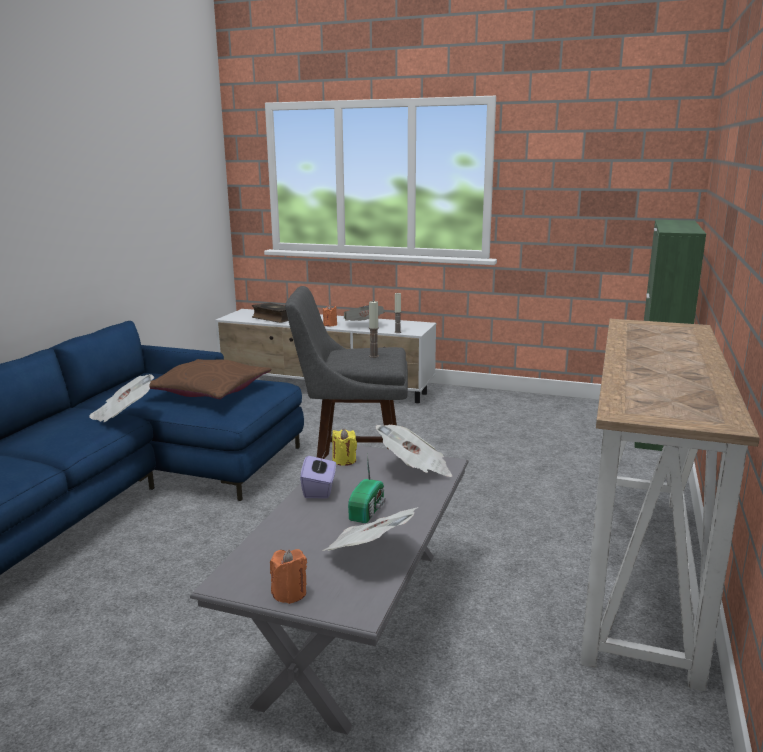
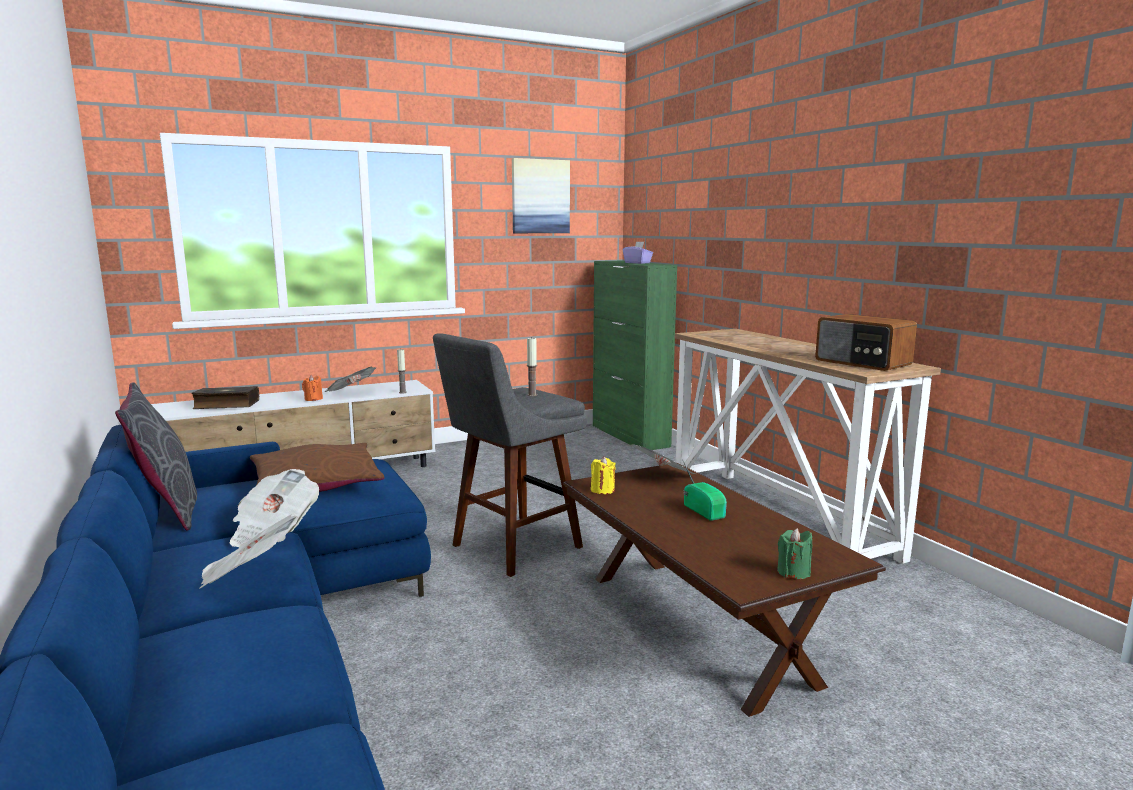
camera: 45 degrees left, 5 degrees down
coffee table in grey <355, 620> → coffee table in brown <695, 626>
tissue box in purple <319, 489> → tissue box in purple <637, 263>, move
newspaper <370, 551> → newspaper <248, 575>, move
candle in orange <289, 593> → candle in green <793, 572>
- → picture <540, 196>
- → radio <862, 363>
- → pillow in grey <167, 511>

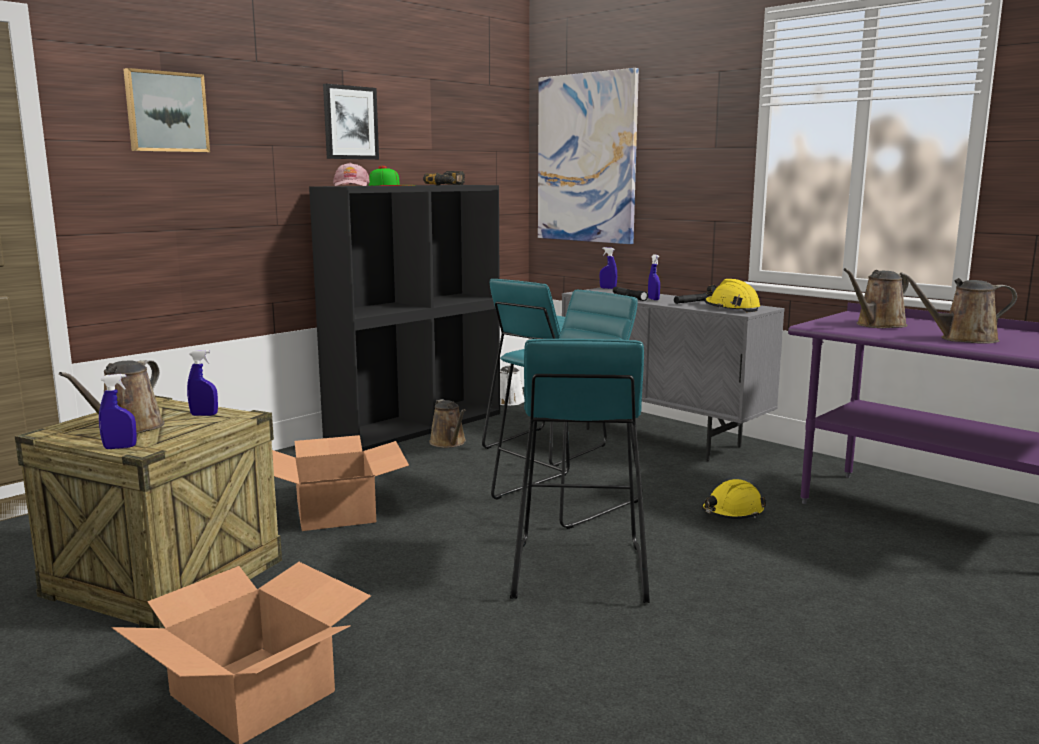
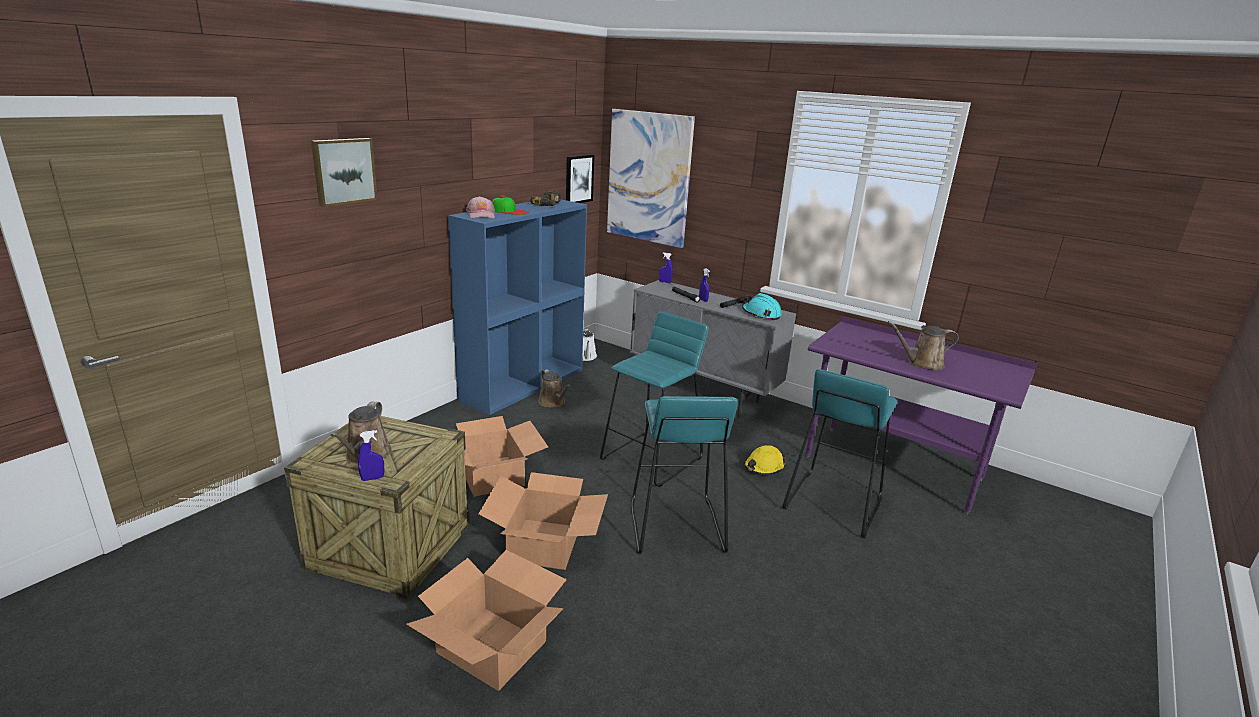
camera: 10 degrees left, 10 degrees up
picture <350, 123> → picture <578, 179>, move
bookcase in black <416, 425> → bookcase in blue <523, 384>
watering can in brown <878, 325> → -
stool in turquoise <544, 447> → stool in turquoise <832, 504>, move
hard hat in yellow <731, 308> → hard hat in turquoise <761, 314>
spray bottle in blue <204, 415> → -
- → cardboard box <545, 543>

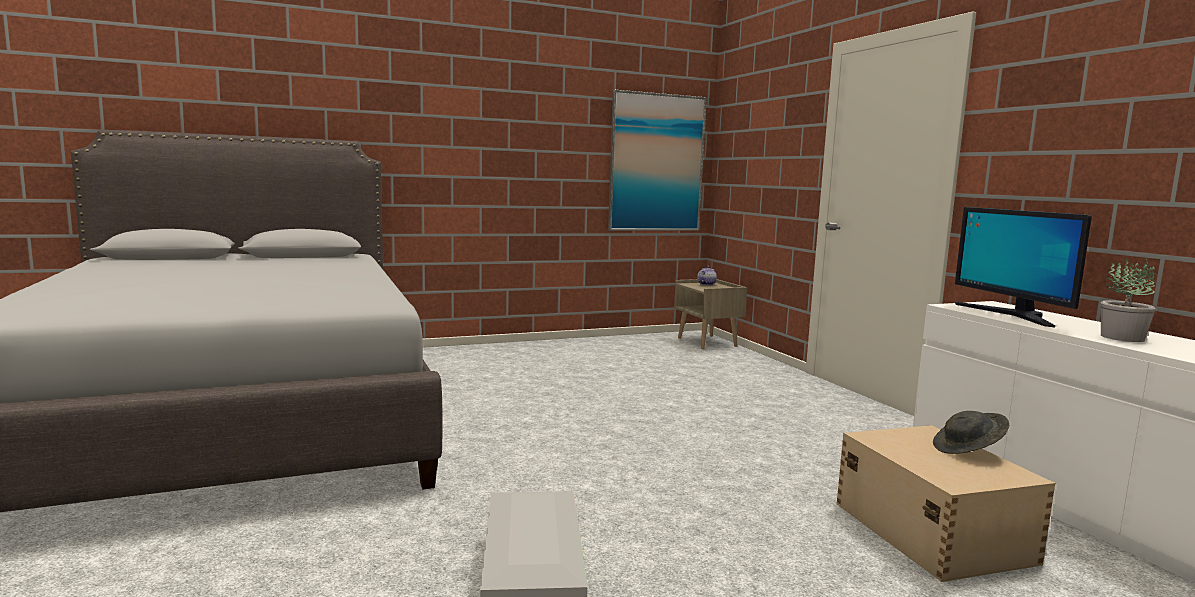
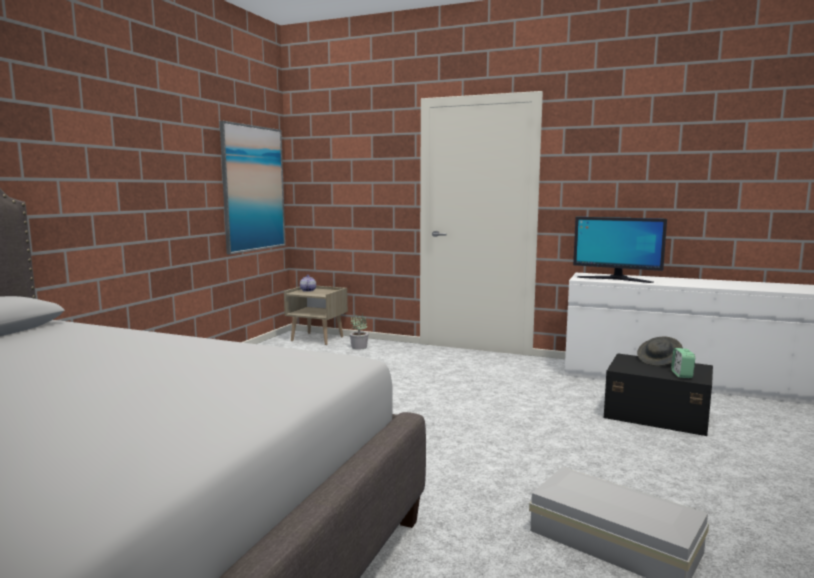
camera: 45 degrees left, 0 degrees up
potted plant <1122, 337> → potted plant <359, 347>, move
storage box in beige <930, 531> → storage box in black <655, 414>
- → alarm clock <682, 375>

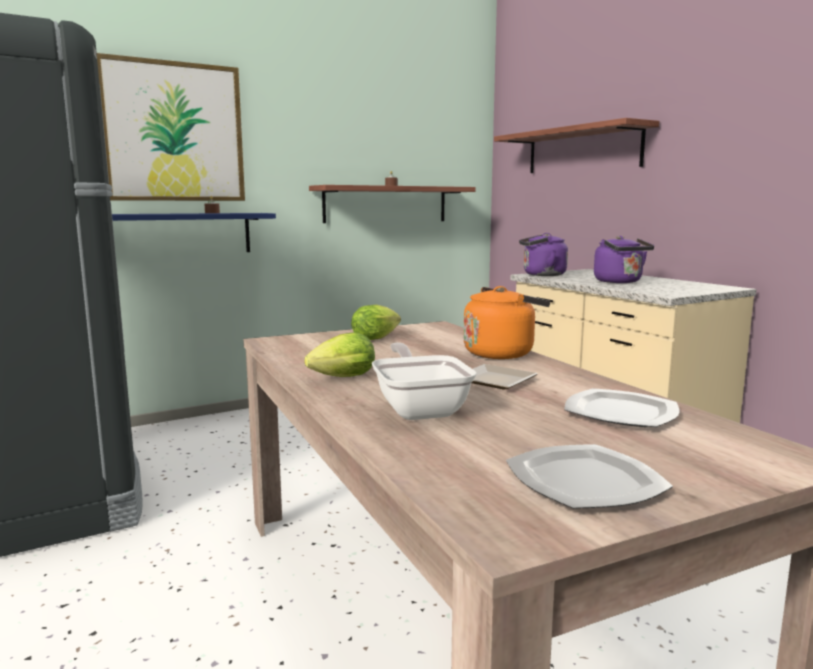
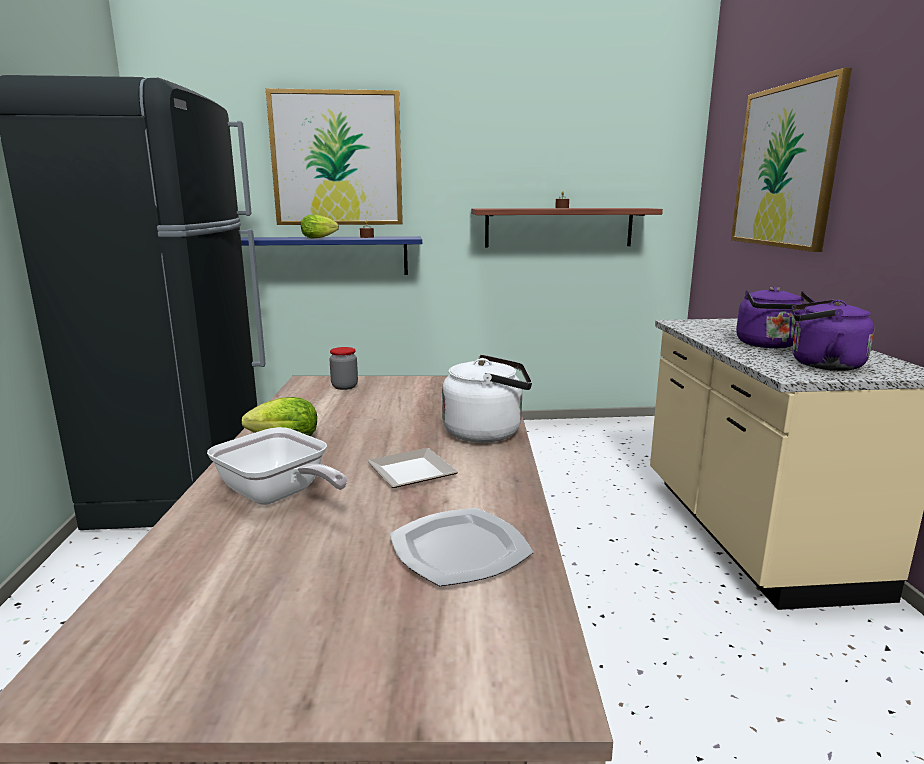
camera: 25 degrees right, 5 degrees up
shelf <582, 150> → picture <785, 167>
kettle in purple <541, 275> → kettle in purple <821, 365>, move
kettle in orange <501, 353> → kettle in white <487, 432>
lettuce <377, 338> → lettuce <320, 238>, move
frying pan <419, 408> → frying pan <278, 496>, 120 degrees clockwise
plate <584, 480> → -
- → jar <344, 386>

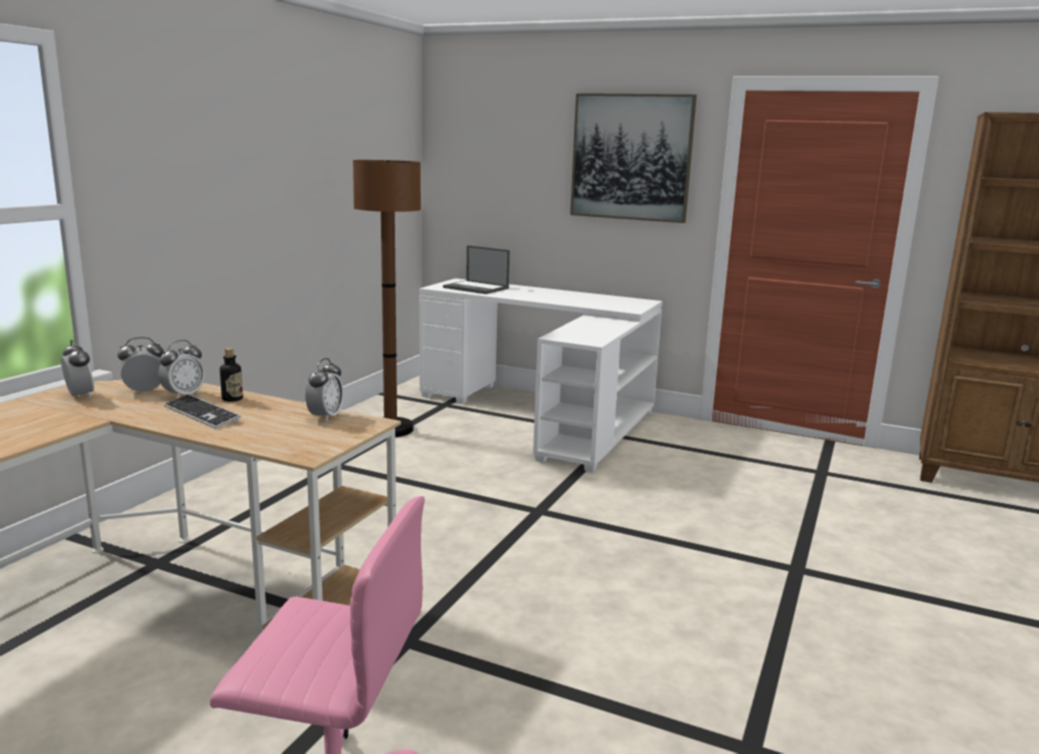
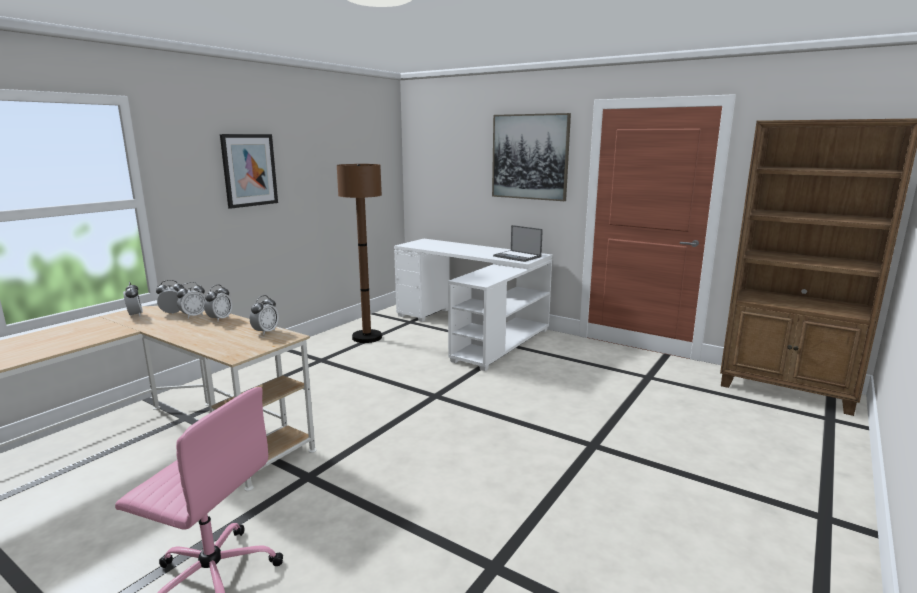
camera: 10 degrees right, 0 degrees up
laptop <477, 288> → laptop <518, 256>, move
bottle <232, 399> → alarm clock <220, 319>
keyboard <201, 414> → -
- → picture <249, 170>

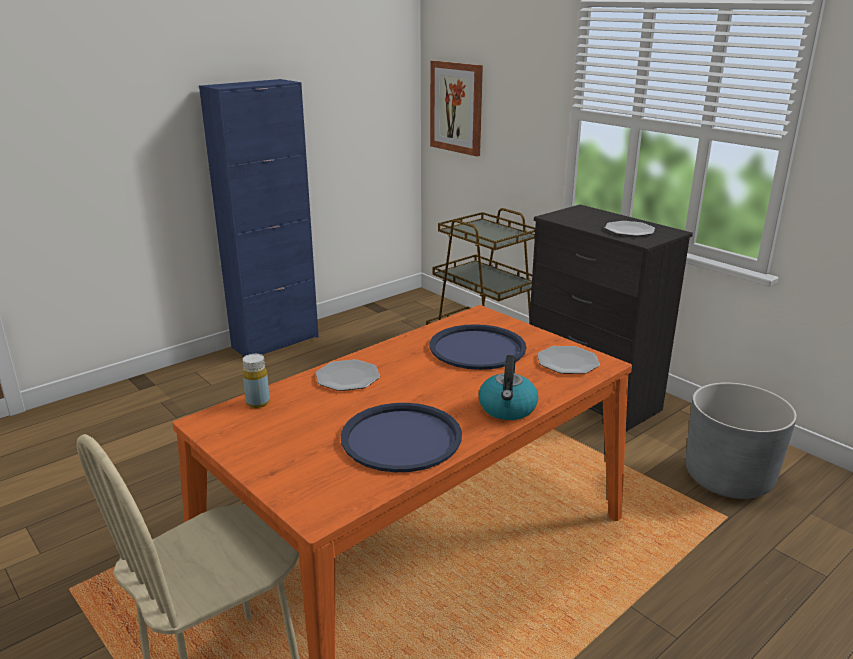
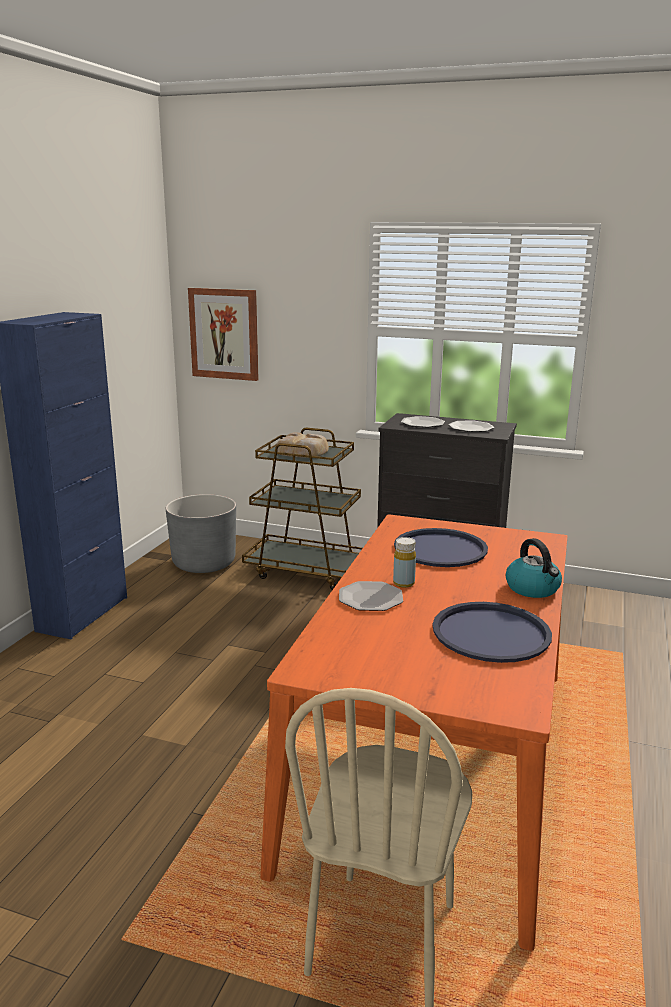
camera: 30 degrees left, 5 degrees down
plate <567, 362> → plate <422, 423>, move
bottle in yellow <258, 402> → bottle in yellow <403, 583>, move
planter in grey <728, 477> → planter in grey <204, 563>, move
- → bread <302, 451>

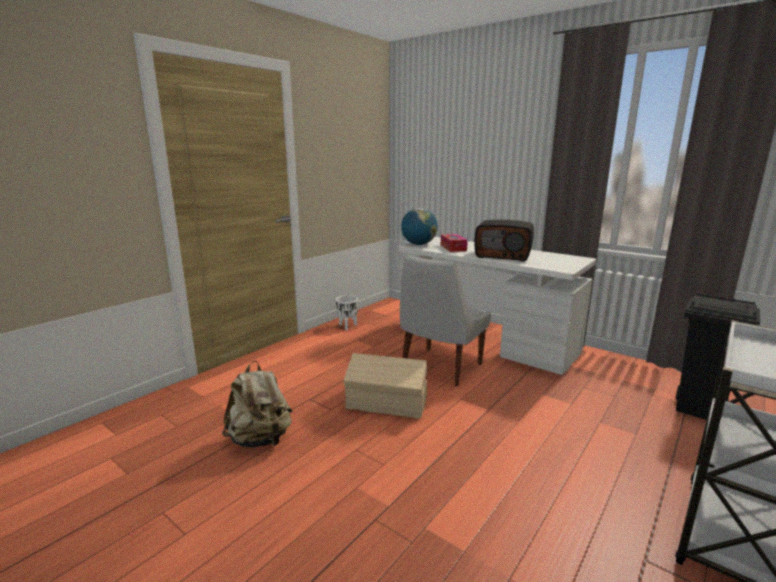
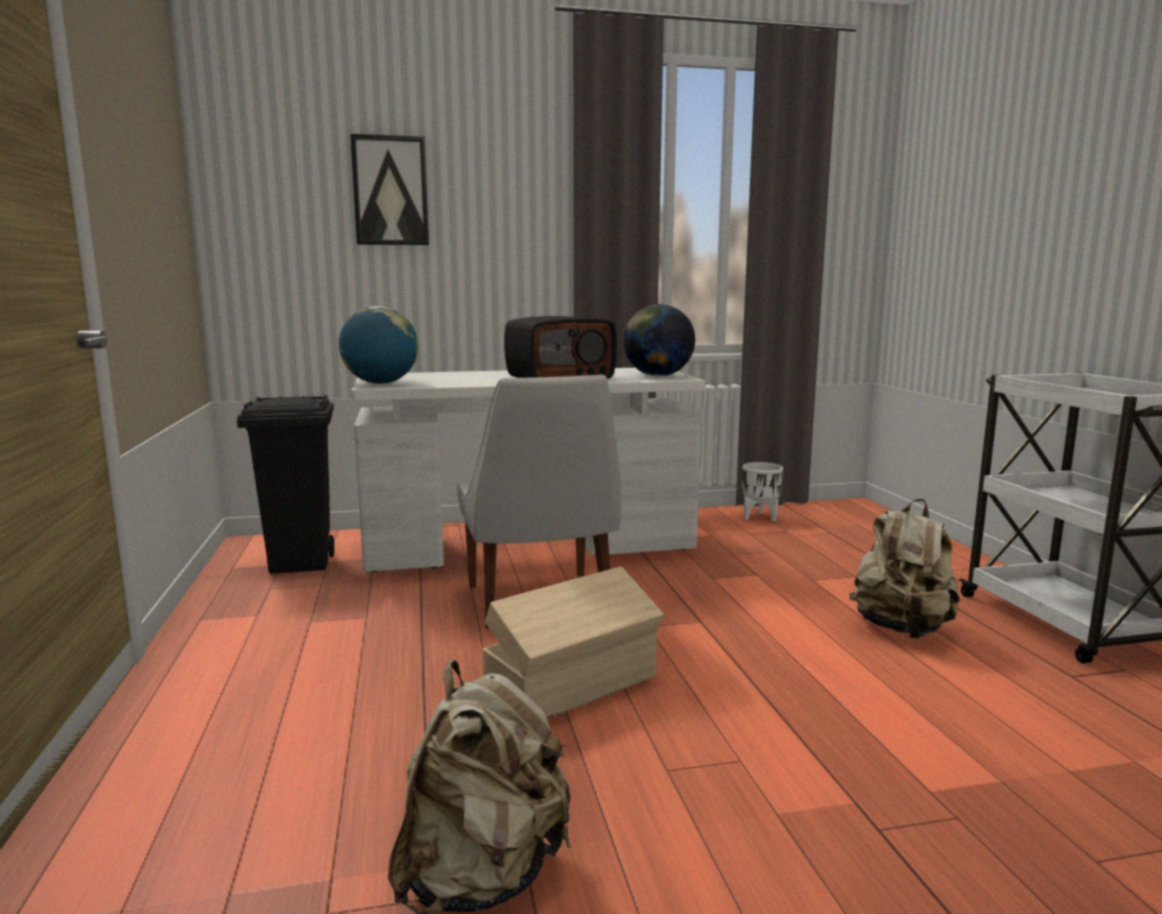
camera: 50 degrees left, 5 degrees down
tissue box <453, 248> → -
trash can in black <699, 410> → trash can in black <302, 564>, move
planter in white <347, 326> → planter in white <760, 517>, move
- → picture <390, 191>
- → globe <657, 376>
- → backpack in beige <901, 629>

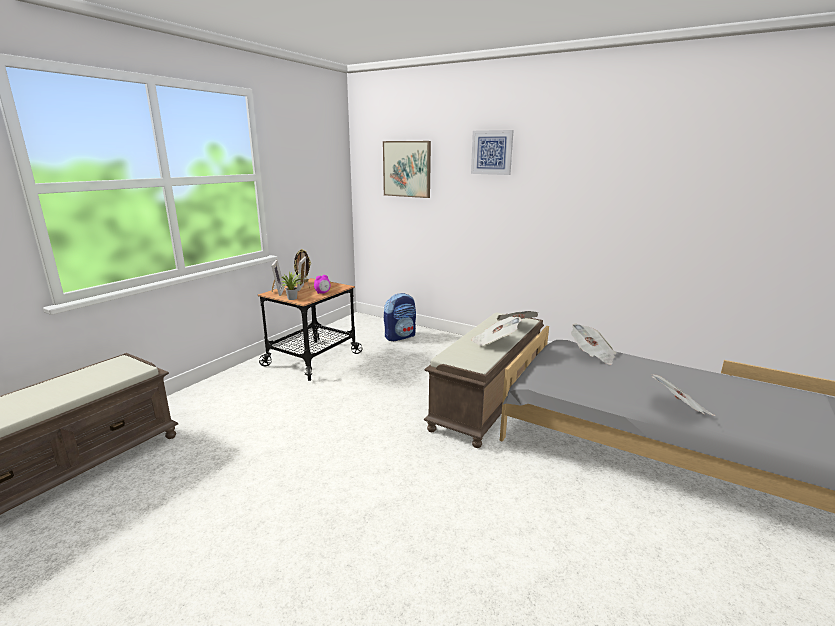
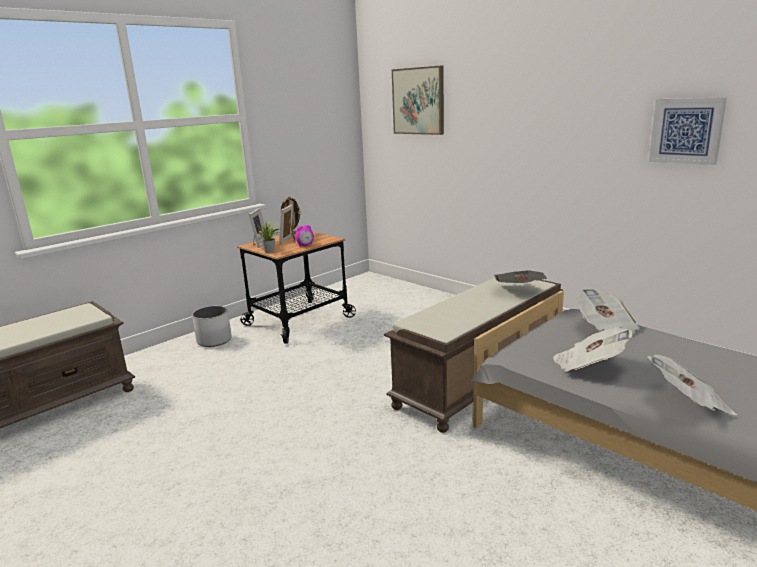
camera: 15 degrees right, 0 degrees up
picture <492, 152> → picture <686, 131>, move
backpack <400, 336> → -
newspaper <494, 343> → newspaper <589, 366>, move
- → planter in white <214, 340>

